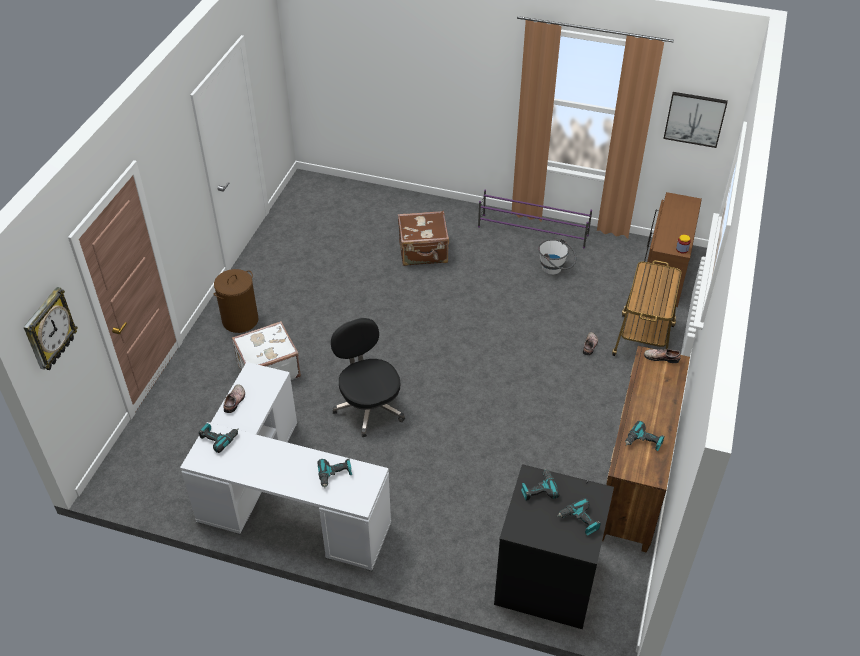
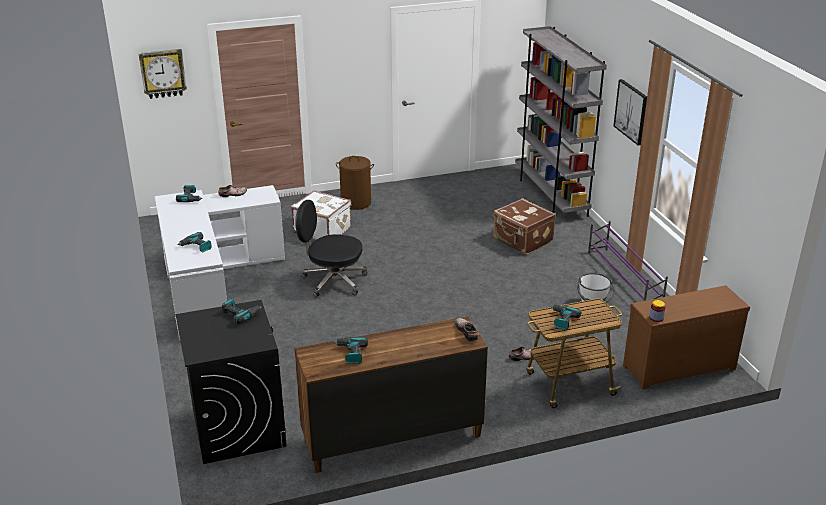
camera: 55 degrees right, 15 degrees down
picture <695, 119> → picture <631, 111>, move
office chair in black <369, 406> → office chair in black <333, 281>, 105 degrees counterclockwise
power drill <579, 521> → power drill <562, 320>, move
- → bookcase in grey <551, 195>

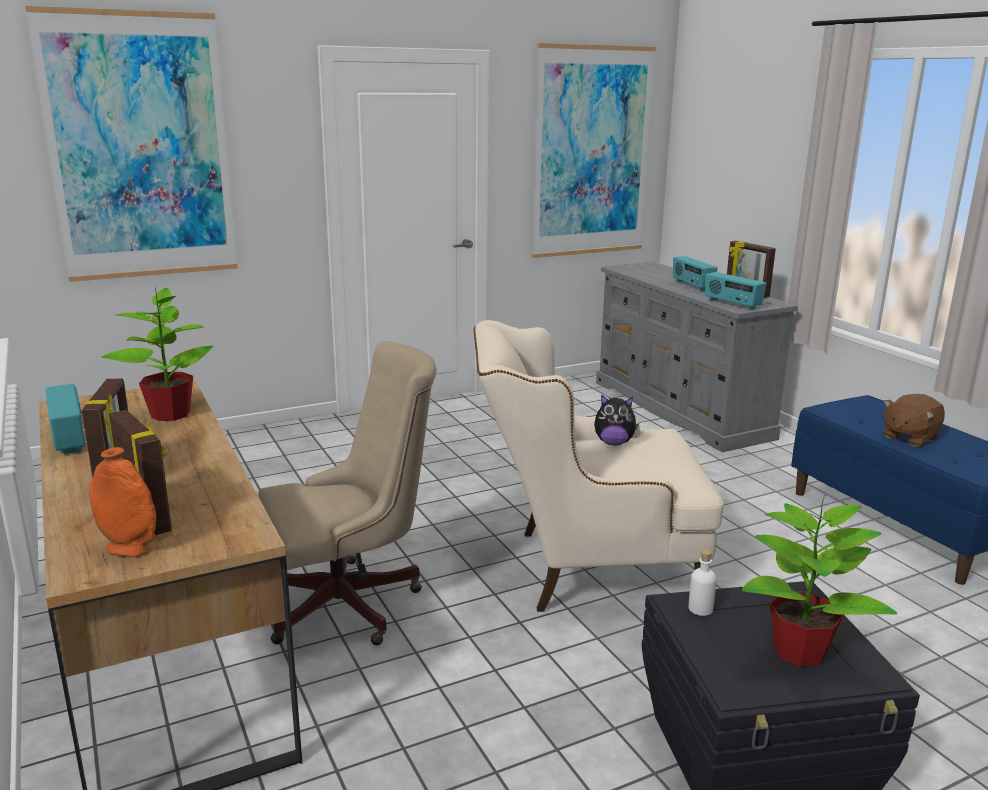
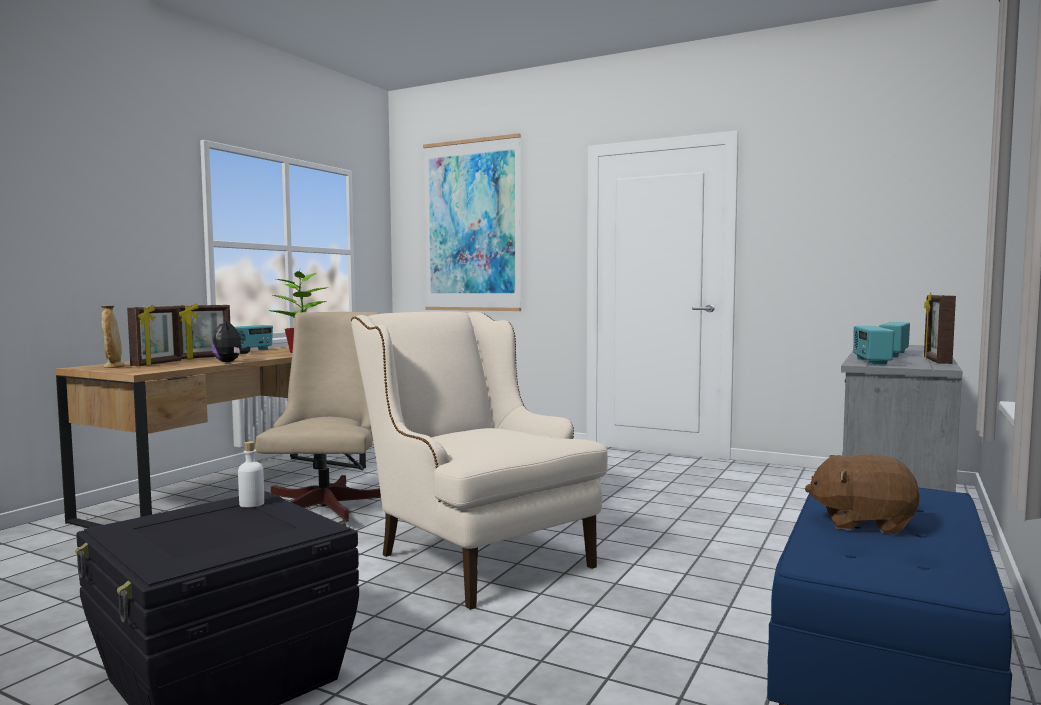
camera: 55 degrees right, 15 degrees down
picture <591, 152> → -
office chair in beige <352, 603> → office chair in beige <330, 509>, 120 degrees counterclockwise
plush toy <614, 443> → plush toy <229, 362>, move
vase in orange <128, 549> → vase in beige <113, 367>
potted plant <800, 651> → -

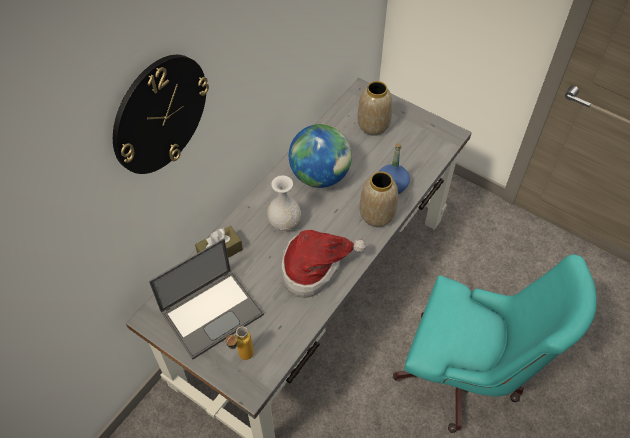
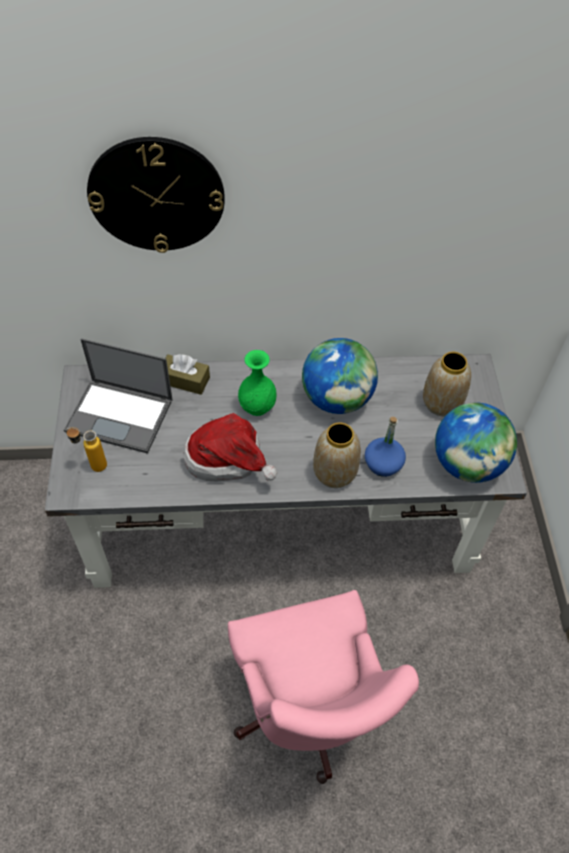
camera: 50 degrees right, 0 degrees up
vase in white <285, 223> → vase in green <257, 406>
office chair in turquoise <465, 376> → office chair in pink <308, 711>
- → globe <467, 464>

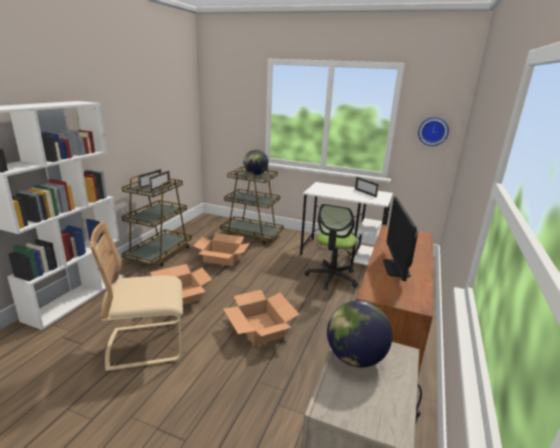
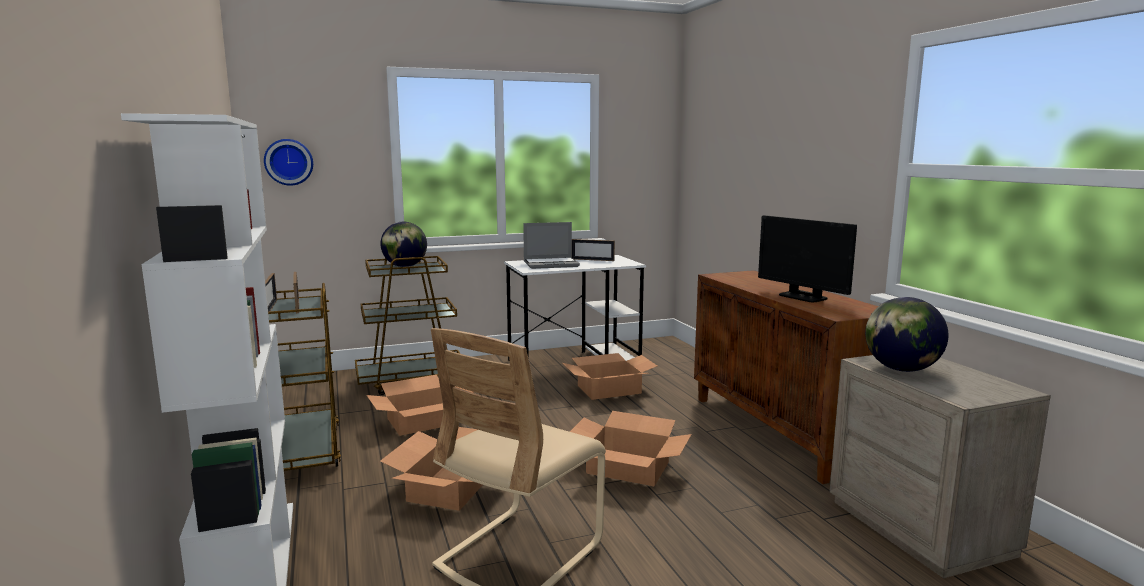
camera: 40 degrees left, 10 degrees down
wall clock <433, 131> → wall clock <289, 162>, move
office chair <332, 277> → cardboard box <609, 389>
- → laptop <551, 264>

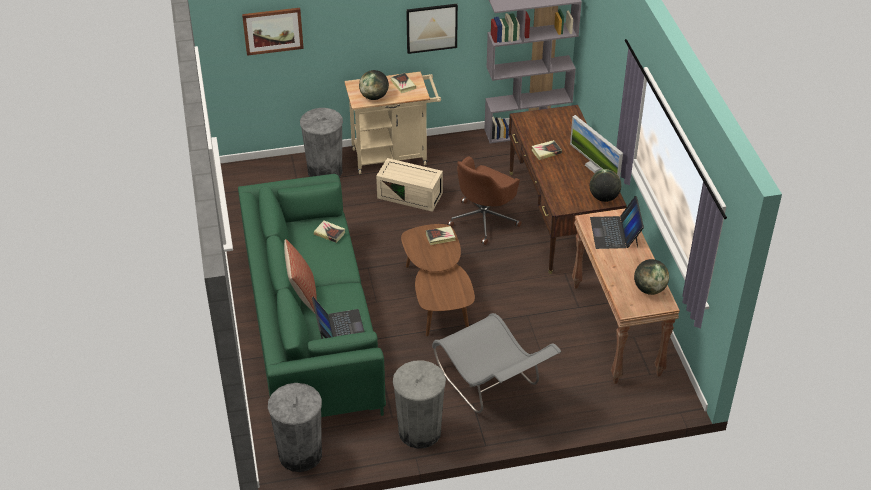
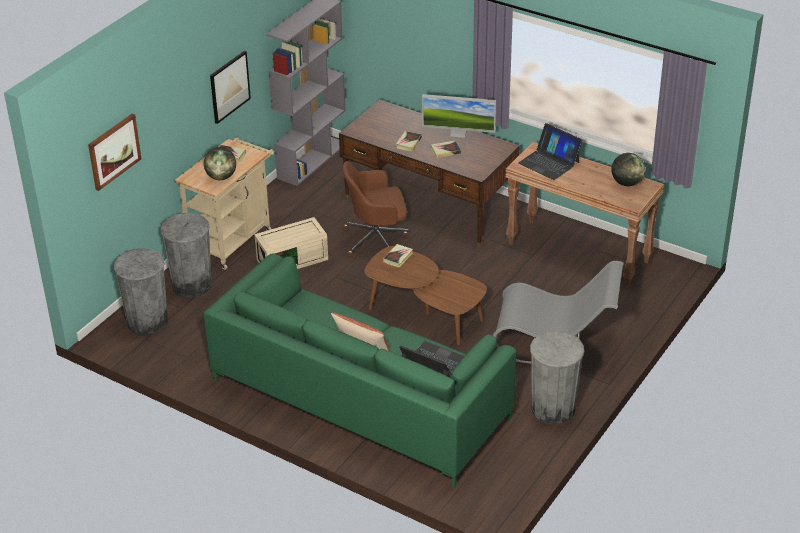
camera: 45 degrees left, 5 degrees down
office chair in brown <484, 219> → office chair in brown <377, 240>, 90 degrees clockwise
globe <604, 197> → -
book <329, 233> → book <445, 151>, move
trash can in grey <300, 454> → trash can in grey <147, 322>, move

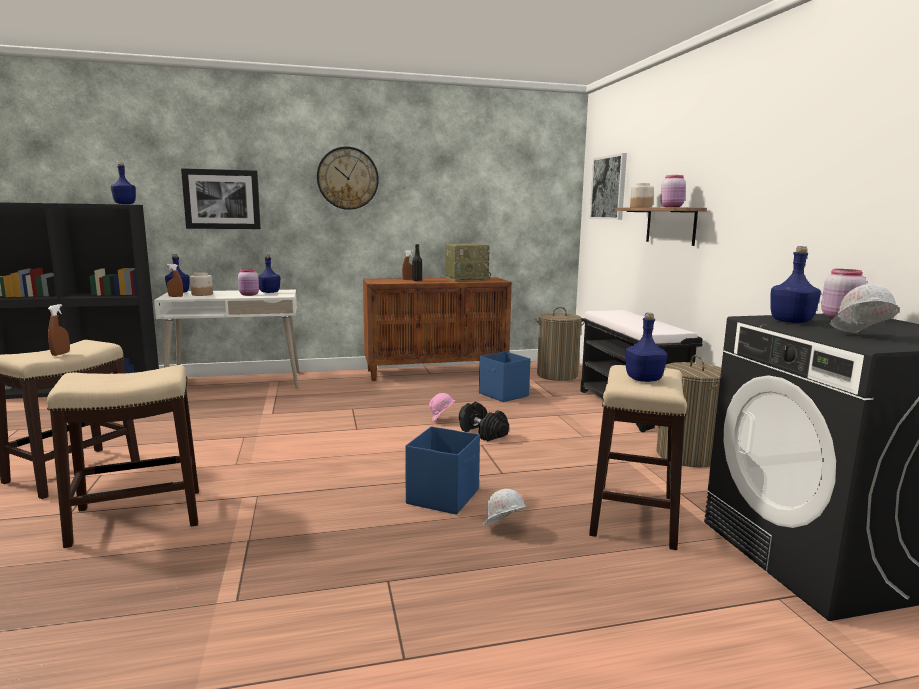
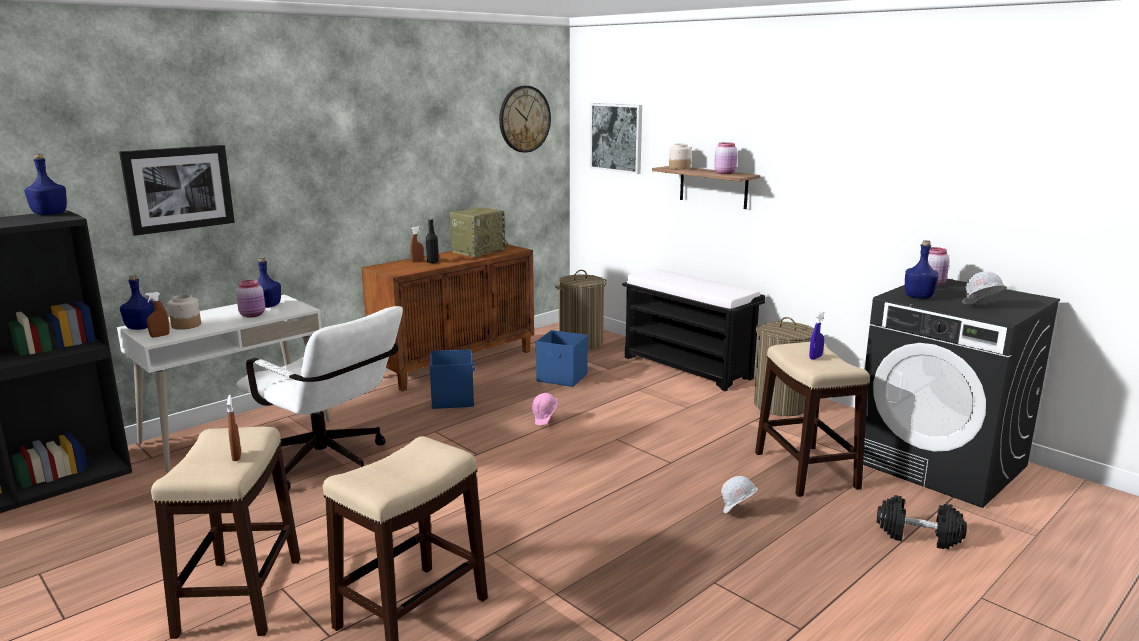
camera: 30 degrees left, 5 degrees up
wall clock <347, 178> → wall clock <524, 119>, move
bottle in blue <644, 380> → spray bottle in blue <815, 357>
dumbbell in black <482, 433> → dumbbell in black <918, 536>, move
storage box in blue <444, 496> → storage box in blue <453, 399>, move
- → office chair in white <330, 466>

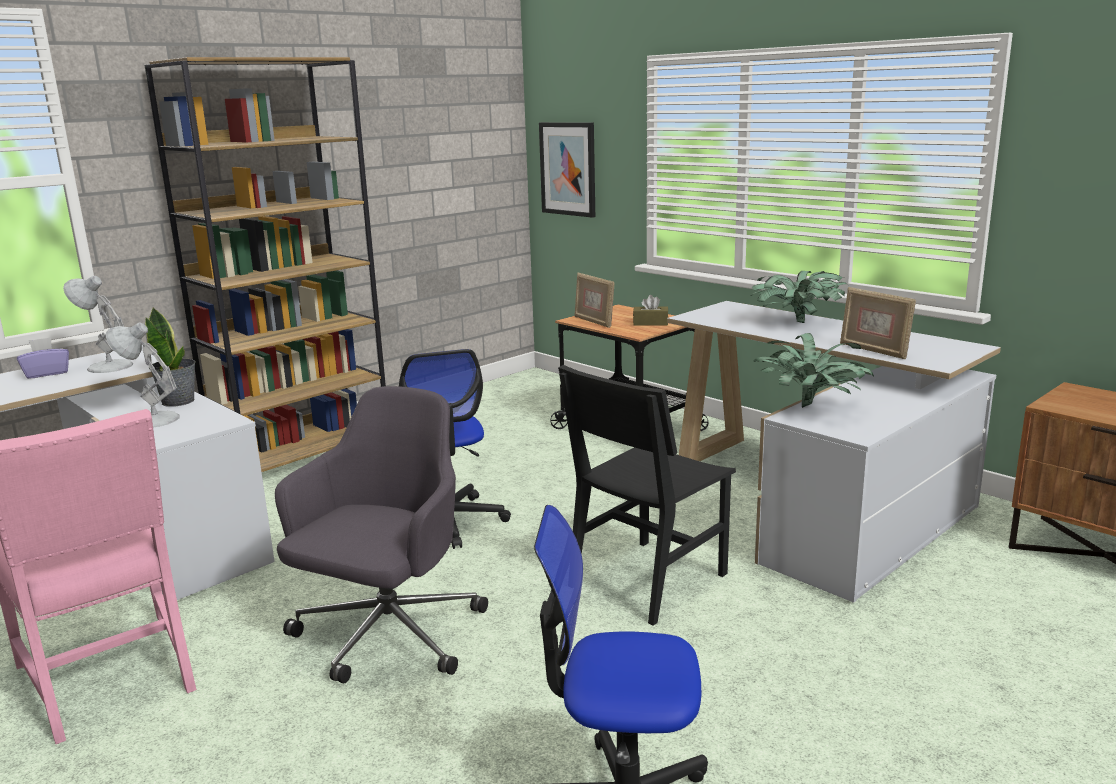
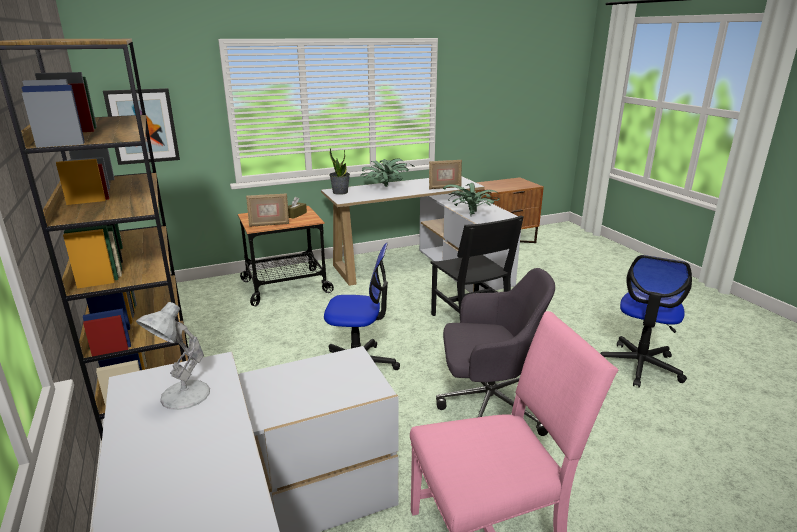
camera: 70 degrees left, 5 degrees up
potted plant <178, 401> → potted plant <340, 192>, move
table lamp in white <152, 420> → -
tissue box in purple <47, 373> → -
office chair in grey <387, 636> → office chair in grey <487, 407>, 135 degrees clockwise

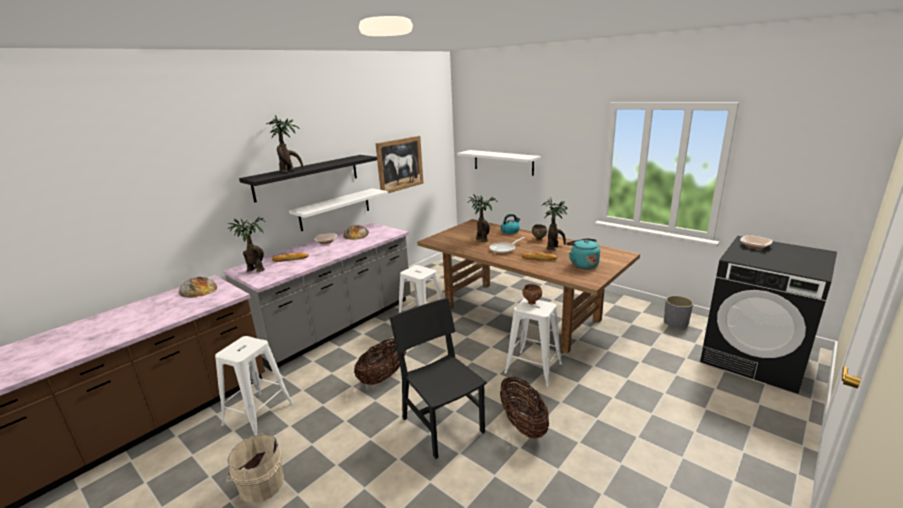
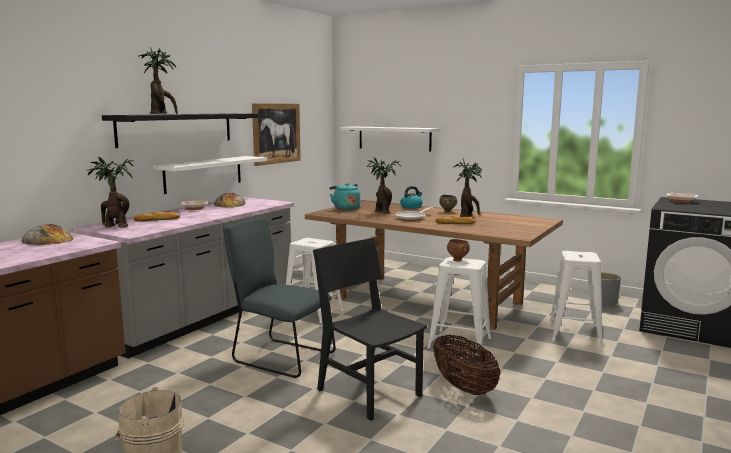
camera: 10 degrees left, 10 degrees down
kettle in turquoise <582, 264> → kettle in turquoise <345, 208>, move
stool in white <258, 414> → stool in white <574, 333>, move
basket <383, 376> → chair in grey <280, 357>

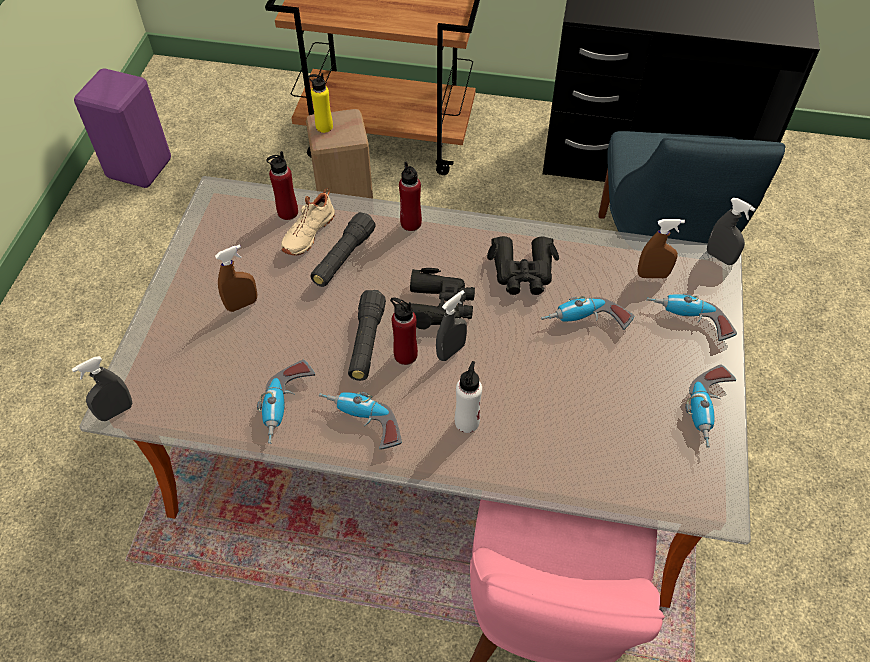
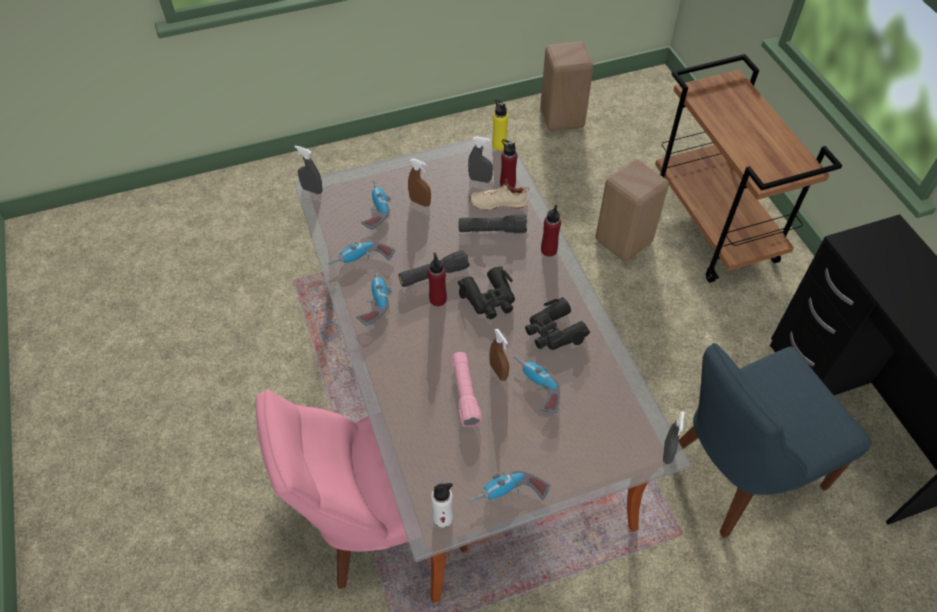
camera: 60 degrees right, 0 degrees up
stool in purple <137, 169> → stool in beige <560, 117>
bottle in yellow <324, 127> → bottle in yellow <499, 145>, move
spray bottle in brown <652, 275> → spray bottle in brown <498, 371>, move
spray bottle in grey <451, 351> → spray bottle in grey <480, 179>, move
power drill <688, 322> → power drill <374, 210>, move
bottle in white <467, 422> → bottle in white <443, 517>, move
- → flashlight in pink <465, 393>

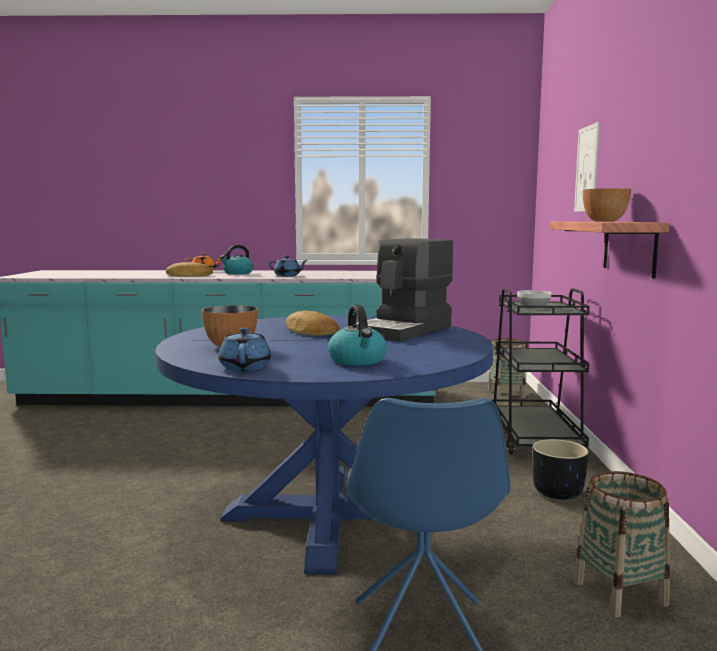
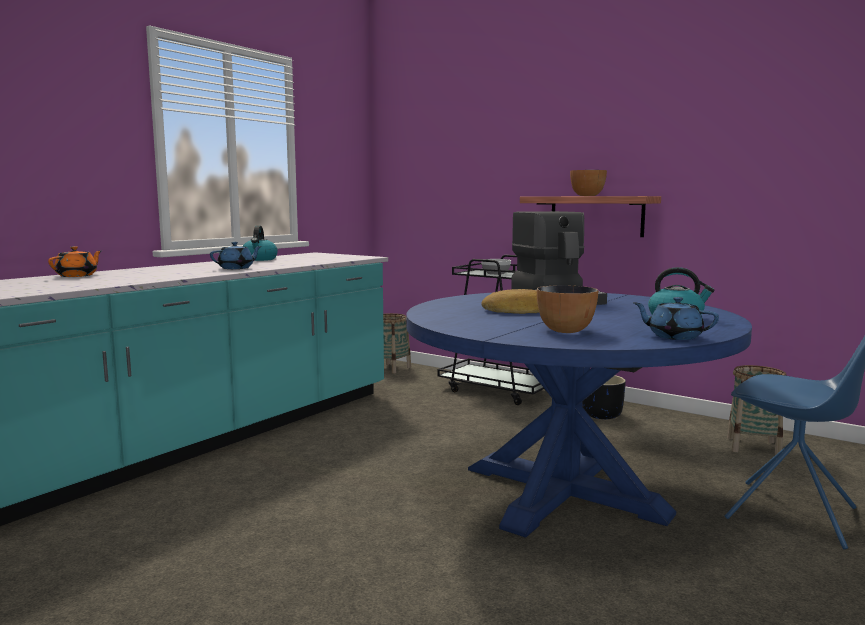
camera: 55 degrees left, 0 degrees up
picture <587, 169> → -
kettle <237, 273> → kettle <259, 259>, move
bread <189, 275> → -

